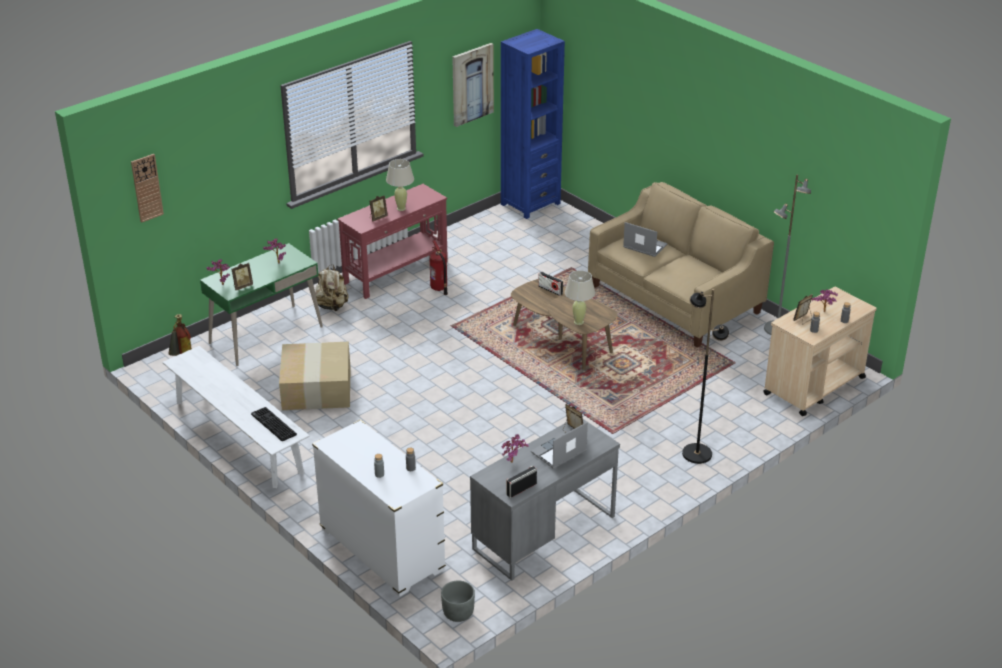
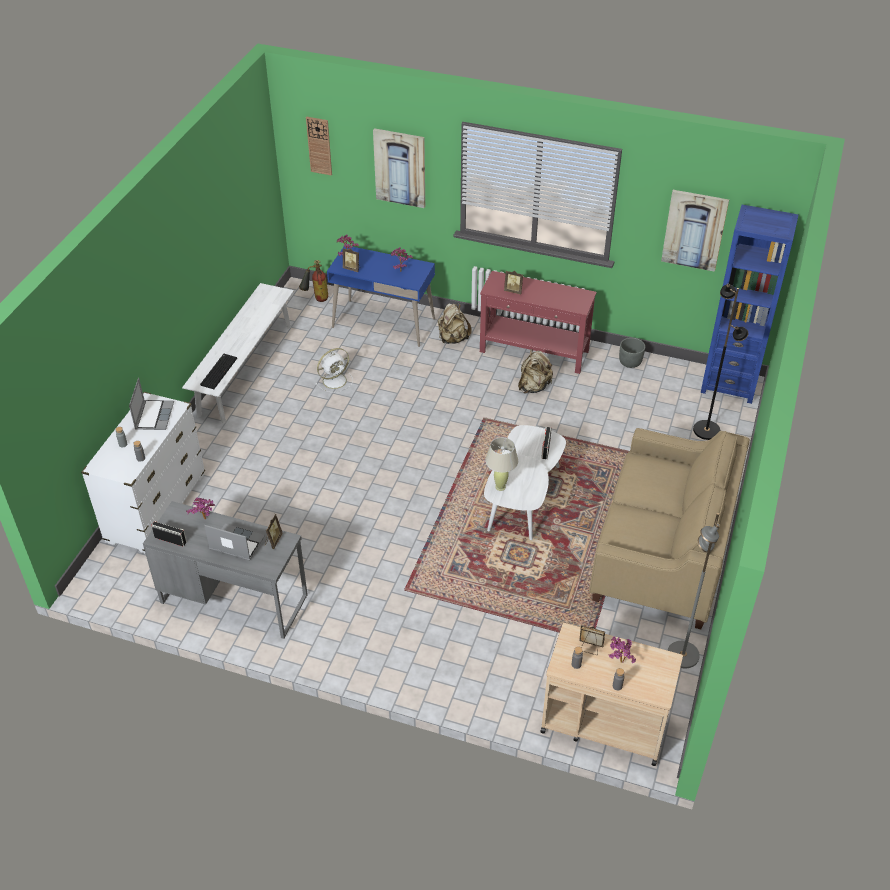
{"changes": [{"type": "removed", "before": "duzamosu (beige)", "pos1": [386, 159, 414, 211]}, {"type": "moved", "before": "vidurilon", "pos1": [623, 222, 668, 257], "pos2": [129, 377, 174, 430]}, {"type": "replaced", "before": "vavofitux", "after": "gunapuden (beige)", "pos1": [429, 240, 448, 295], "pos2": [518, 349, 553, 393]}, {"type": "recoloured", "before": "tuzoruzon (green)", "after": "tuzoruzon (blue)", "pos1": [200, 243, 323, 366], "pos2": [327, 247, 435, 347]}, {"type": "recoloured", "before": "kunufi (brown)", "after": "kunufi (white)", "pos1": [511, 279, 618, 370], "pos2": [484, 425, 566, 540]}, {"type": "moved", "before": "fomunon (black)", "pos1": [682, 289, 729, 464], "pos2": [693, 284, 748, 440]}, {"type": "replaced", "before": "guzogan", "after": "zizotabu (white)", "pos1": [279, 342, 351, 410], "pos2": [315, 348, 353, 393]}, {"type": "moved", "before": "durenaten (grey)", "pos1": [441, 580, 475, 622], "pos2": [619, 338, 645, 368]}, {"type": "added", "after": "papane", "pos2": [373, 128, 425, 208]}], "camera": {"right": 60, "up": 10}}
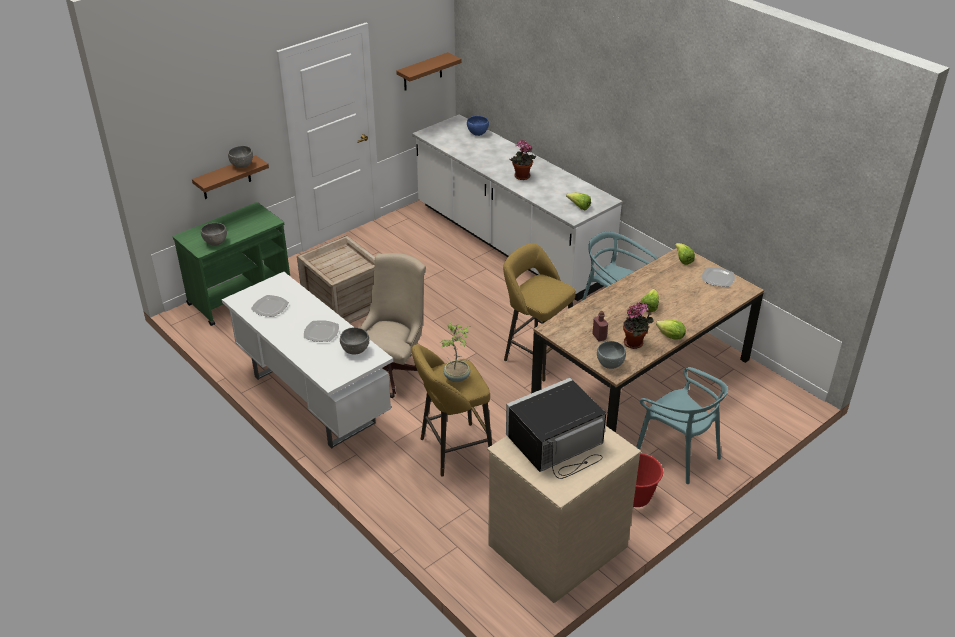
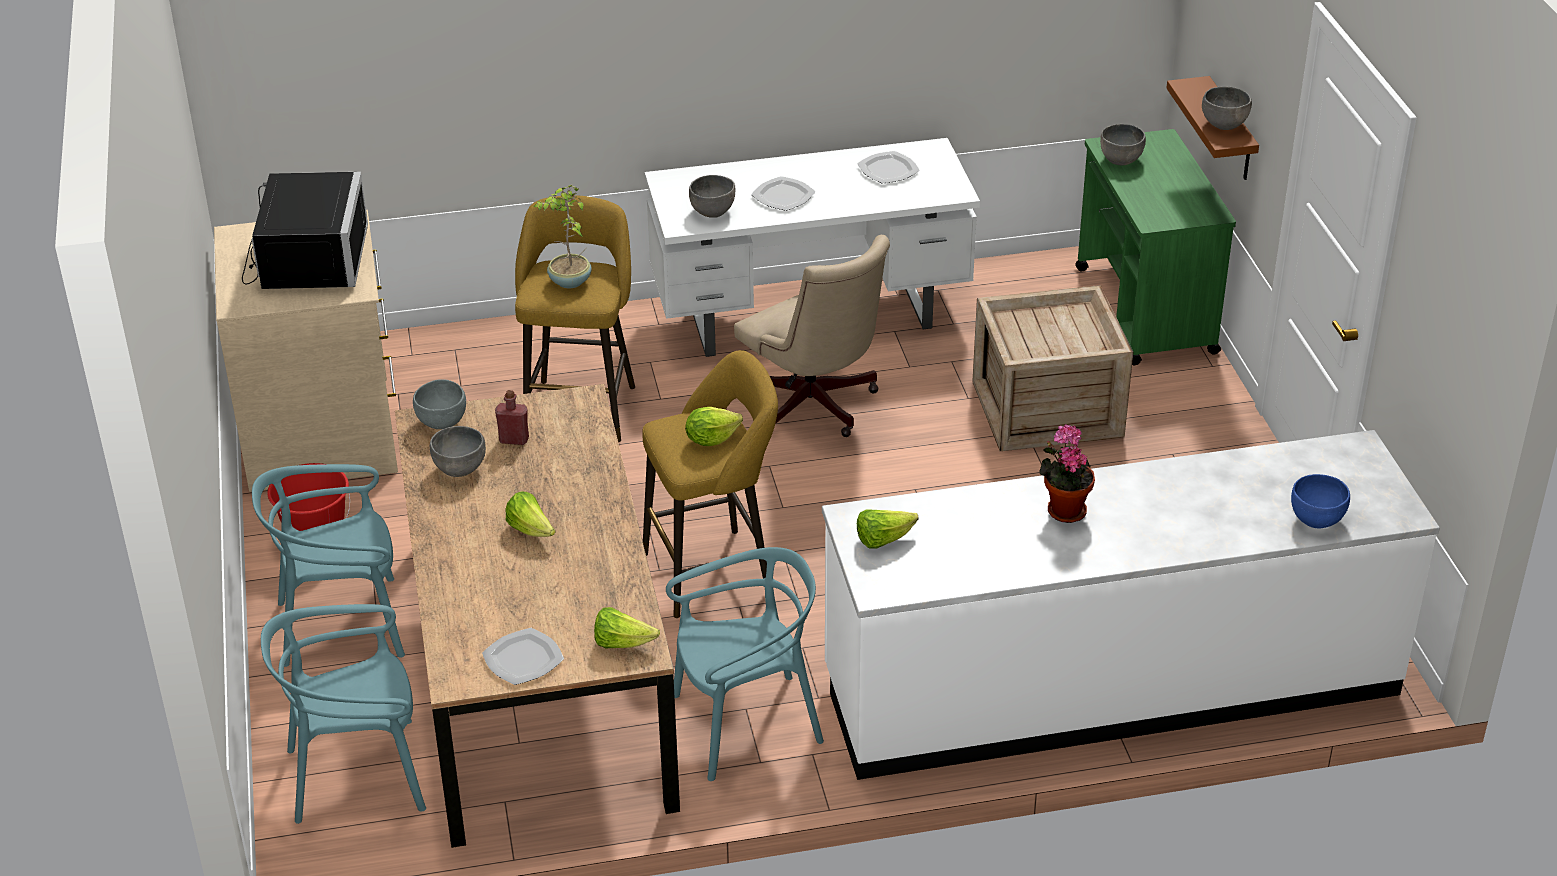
{"changes": [{"type": "removed", "before": "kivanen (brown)", "pos1": [396, 52, 461, 90]}, {"type": "replaced", "before": "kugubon", "after": "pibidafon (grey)", "pos1": [623, 302, 654, 349], "pos2": [430, 426, 486, 477]}, {"type": "moved", "before": "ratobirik", "pos1": [656, 320, 686, 340], "pos2": [685, 407, 743, 446]}, {"type": "added", "after": "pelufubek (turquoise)", "pos2": [261, 604, 426, 824]}], "camera": {"right": 120, "up": 0}}
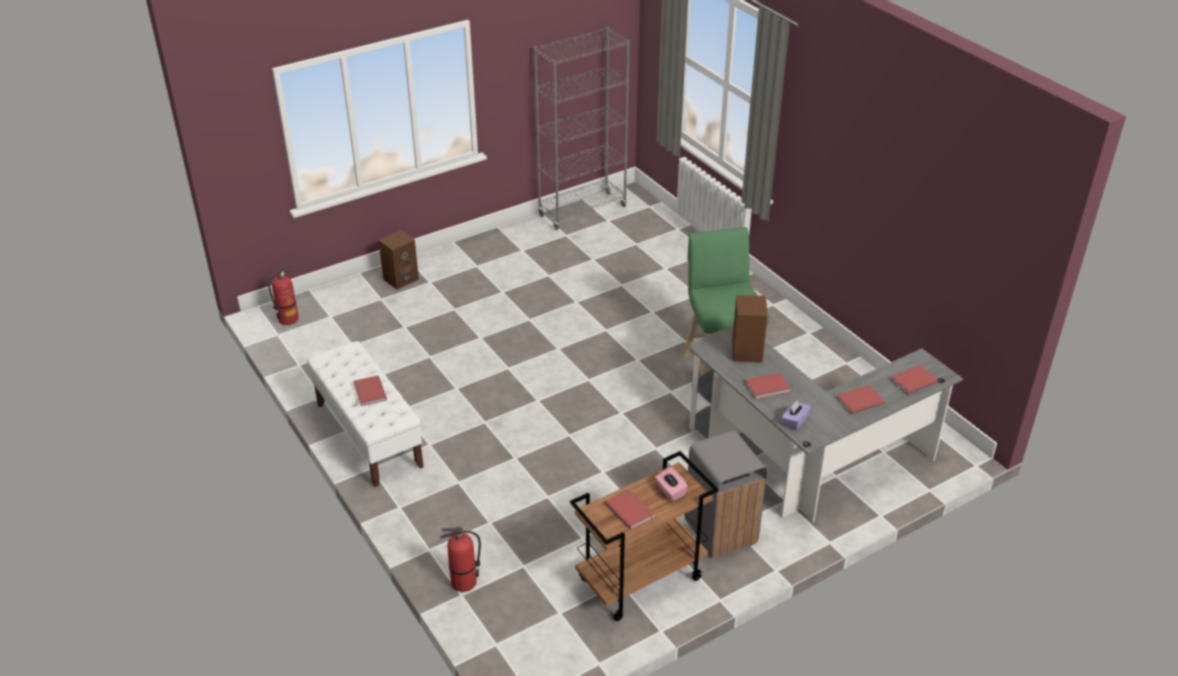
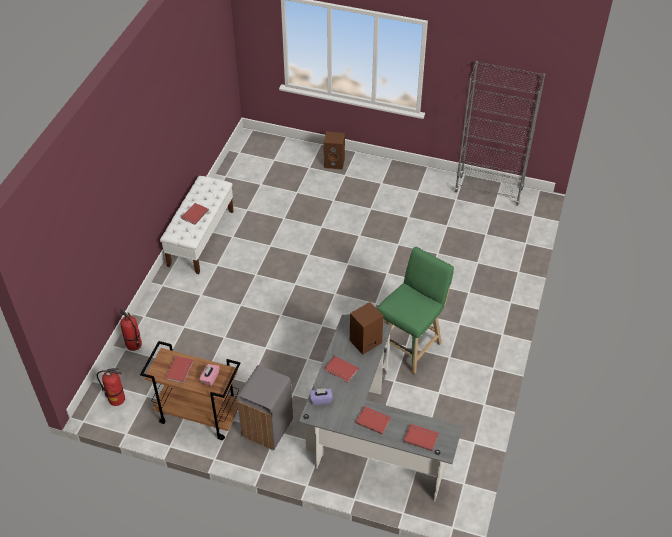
{"changes": [{"type": "moved", "before": "vavofitux", "pos1": [269, 263, 299, 325], "pos2": [97, 368, 125, 406]}], "camera": {"right": 50, "up": 10}}
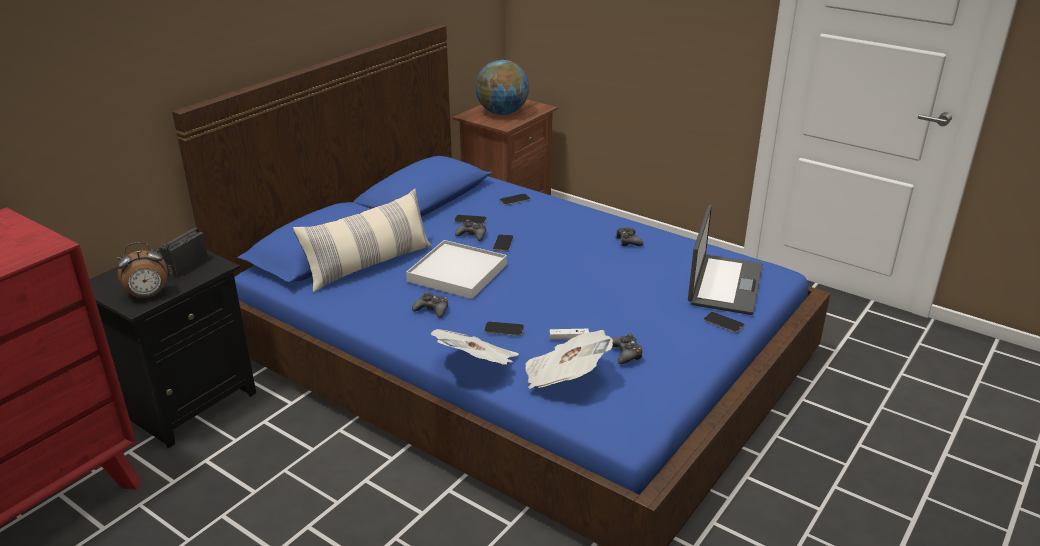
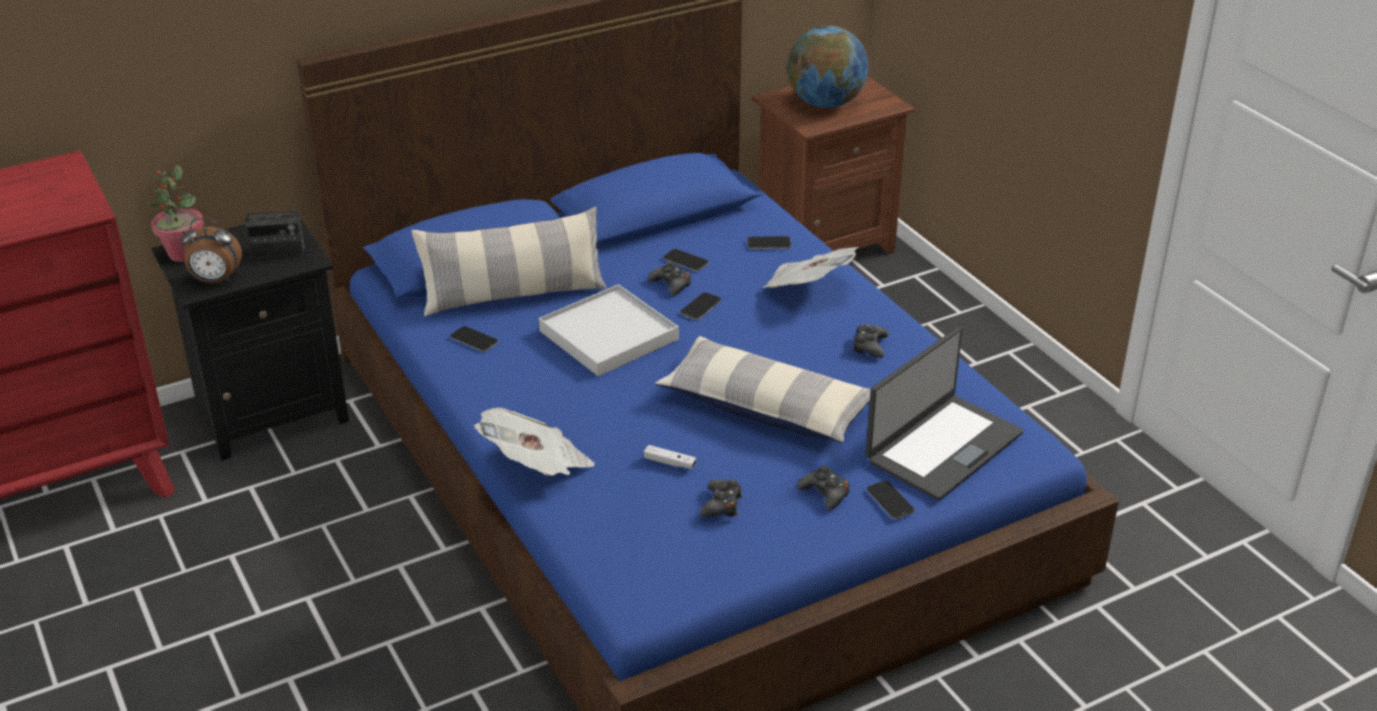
{"changes": [{"type": "turned", "before": "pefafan", "pos1": [156, 218, 208, 277], "pos2": [245, 185, 305, 258], "turn": -150}, {"type": "moved", "before": "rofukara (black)", "pos1": [412, 292, 448, 318], "pos2": [797, 465, 850, 510]}, {"type": "moved", "before": "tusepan", "pos1": [484, 322, 524, 336], "pos2": [450, 326, 498, 352]}, {"type": "moved", "before": "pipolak", "pos1": [525, 330, 613, 389], "pos2": [763, 247, 858, 288]}, {"type": "added", "after": "kugubon", "pos2": [147, 165, 203, 262]}, {"type": "added", "after": "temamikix", "pos2": [655, 336, 871, 443]}], "camera": {"right": 25, "up": 5}}
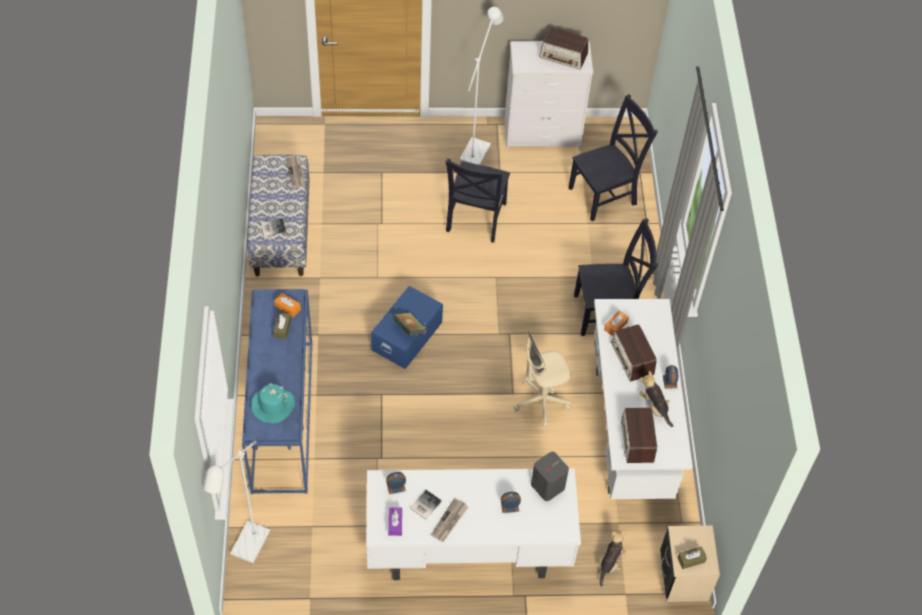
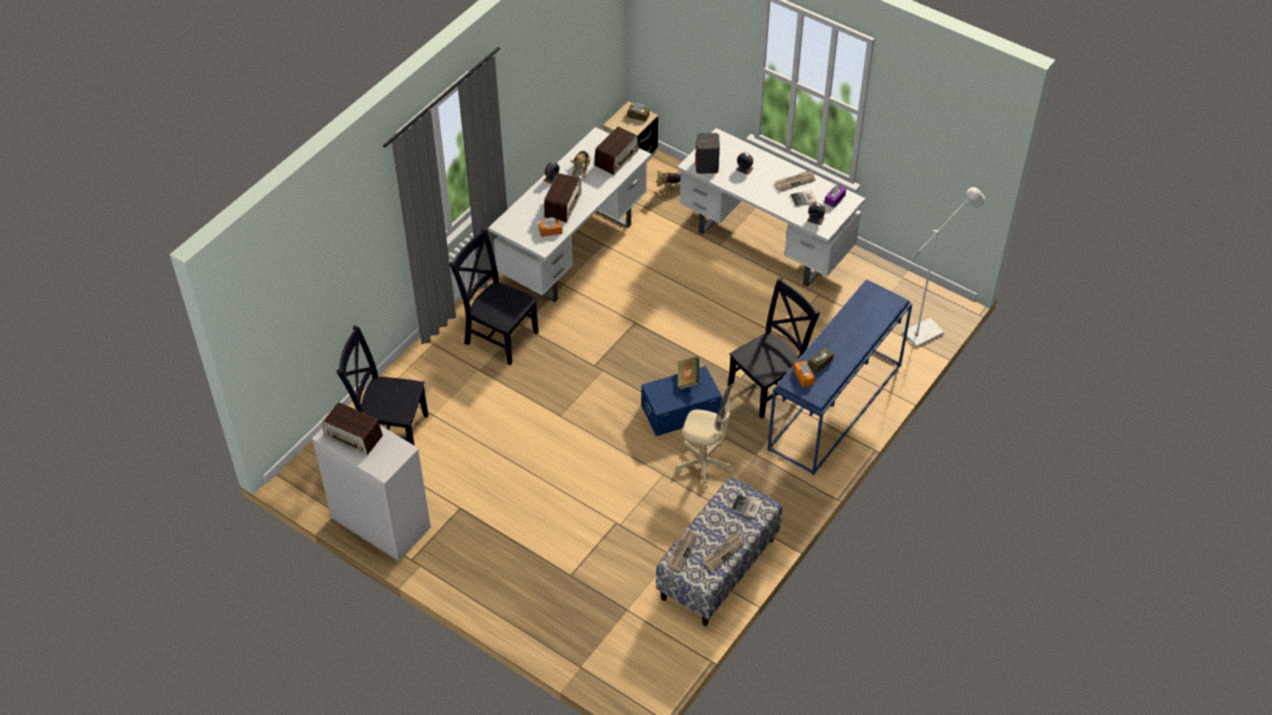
{"changes": [{"type": "removed", "before": "fomunon (white)", "pos1": [460, 7, 504, 165]}, {"type": "turned", "before": "pefafan", "pos1": [539, 27, 588, 69], "pos2": [323, 402, 383, 455], "turn": 150}, {"type": "moved", "before": "pelufubek (black)", "pos1": [446, 159, 510, 243], "pos2": [728, 277, 820, 419]}, {"type": "moved", "before": "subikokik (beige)", "pos1": [514, 331, 571, 427], "pos2": [676, 384, 735, 489]}, {"type": "removed", "before": "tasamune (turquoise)", "pos1": [251, 383, 295, 423]}, {"type": "added", "after": "pipolak", "pos2": [703, 533, 745, 572]}], "camera": {"right": -140, "up": -5}}
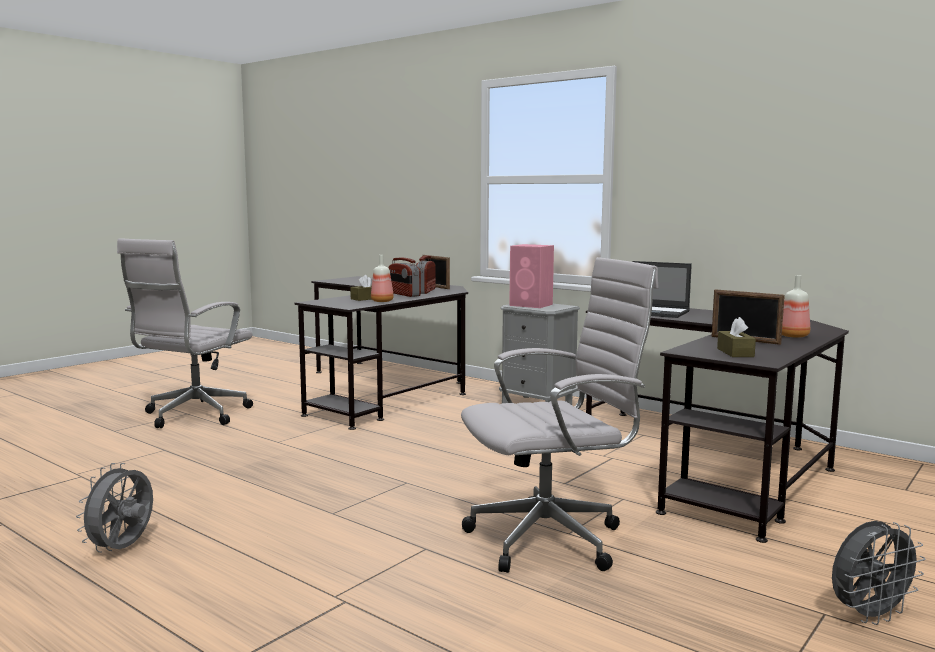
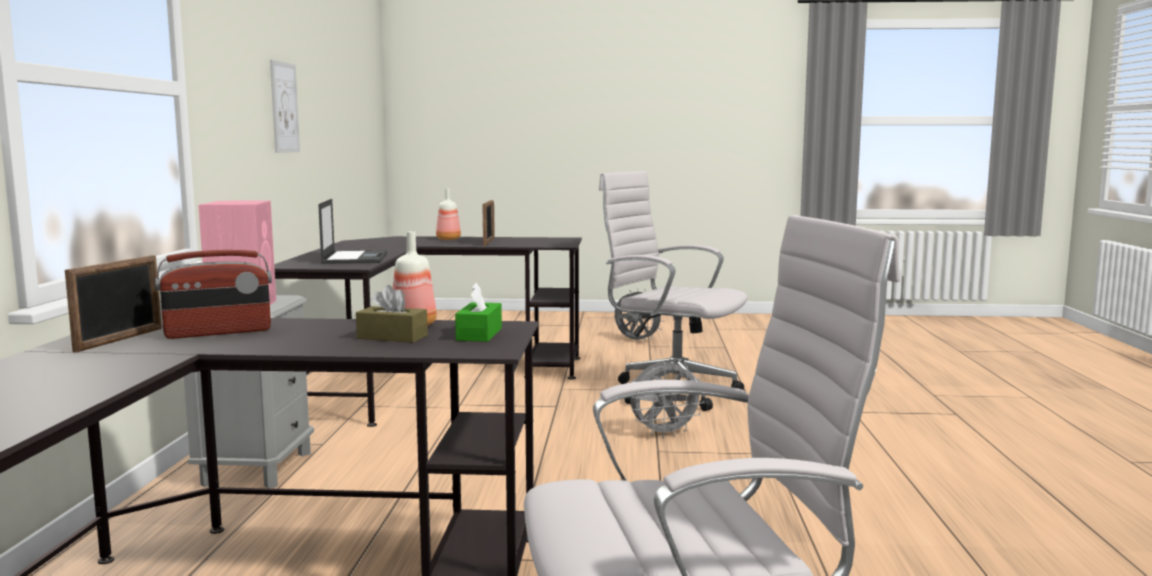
{"changes": [{"type": "removed", "before": "pefafan", "pos1": [388, 257, 421, 297]}, {"type": "removed", "before": "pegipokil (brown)", "pos1": [717, 317, 756, 357]}, {"type": "moved", "before": "zizotabu (grey)", "pos1": [76, 463, 153, 553], "pos2": [630, 361, 705, 438]}, {"type": "added", "after": "papane", "pos2": [270, 60, 300, 153]}, {"type": "added", "after": "pegipokil (green)", "pos2": [455, 283, 502, 342]}], "camera": {"right": -125, "up": 0}}
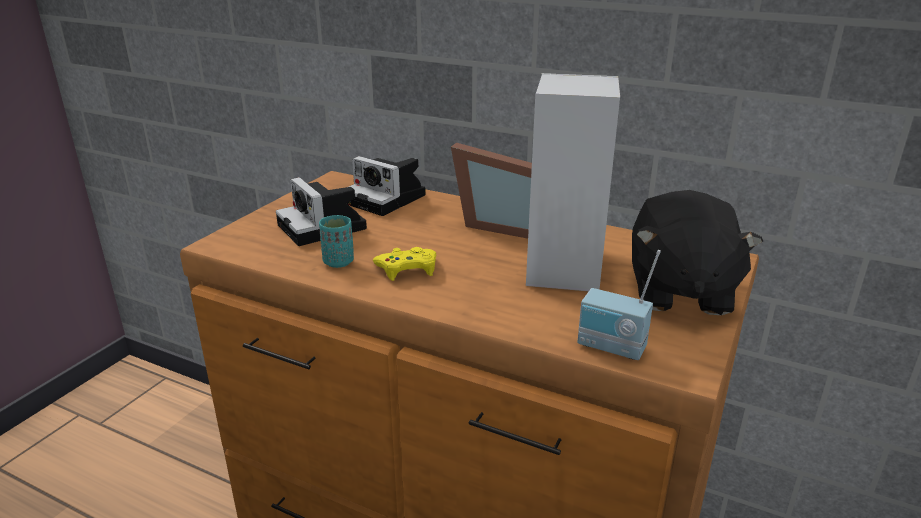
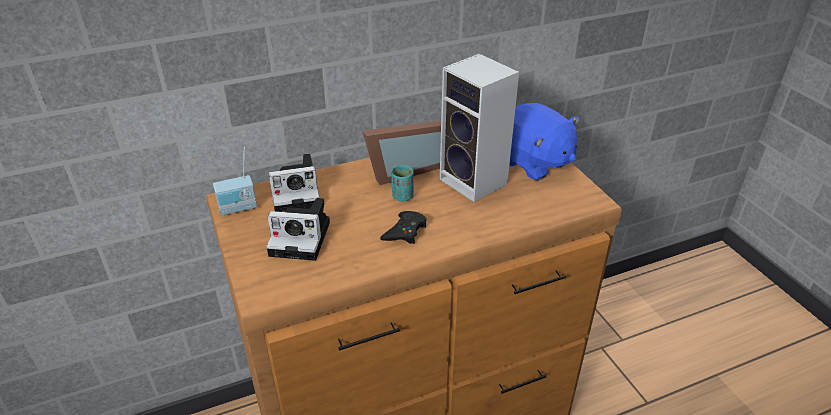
{"changes": [{"type": "recoloured", "before": "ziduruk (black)", "after": "ziduruk (blue)", "pos1": [632, 190, 763, 315], "pos2": [509, 103, 580, 181]}, {"type": "moved", "before": "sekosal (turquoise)", "pos1": [319, 215, 354, 268], "pos2": [391, 165, 414, 202]}, {"type": "recoloured", "before": "rofukara (yellow)", "after": "rofukara (black)", "pos1": [373, 247, 436, 281], "pos2": [380, 211, 427, 244]}, {"type": "moved", "before": "pefafan", "pos1": [578, 250, 661, 360], "pos2": [213, 147, 257, 216]}], "camera": {"right": -50, "up": 10}}
